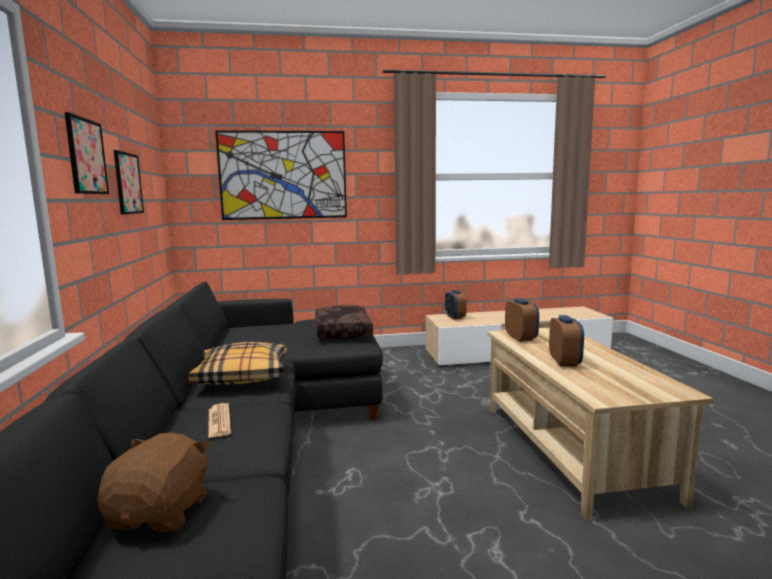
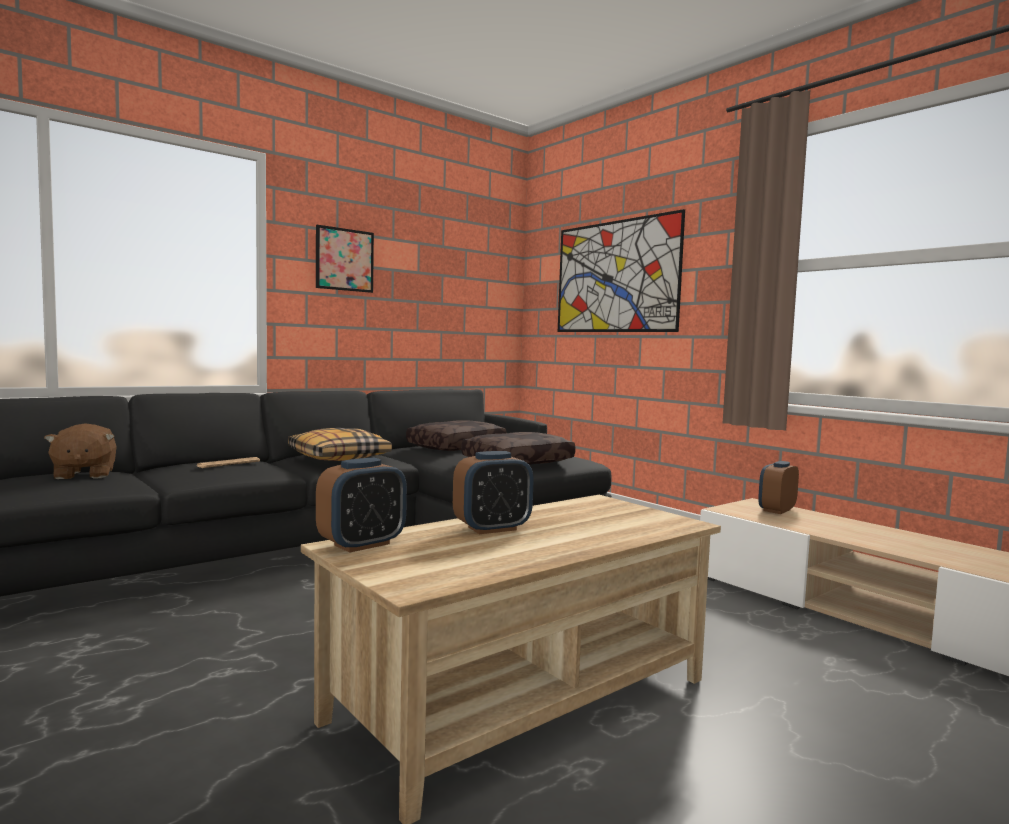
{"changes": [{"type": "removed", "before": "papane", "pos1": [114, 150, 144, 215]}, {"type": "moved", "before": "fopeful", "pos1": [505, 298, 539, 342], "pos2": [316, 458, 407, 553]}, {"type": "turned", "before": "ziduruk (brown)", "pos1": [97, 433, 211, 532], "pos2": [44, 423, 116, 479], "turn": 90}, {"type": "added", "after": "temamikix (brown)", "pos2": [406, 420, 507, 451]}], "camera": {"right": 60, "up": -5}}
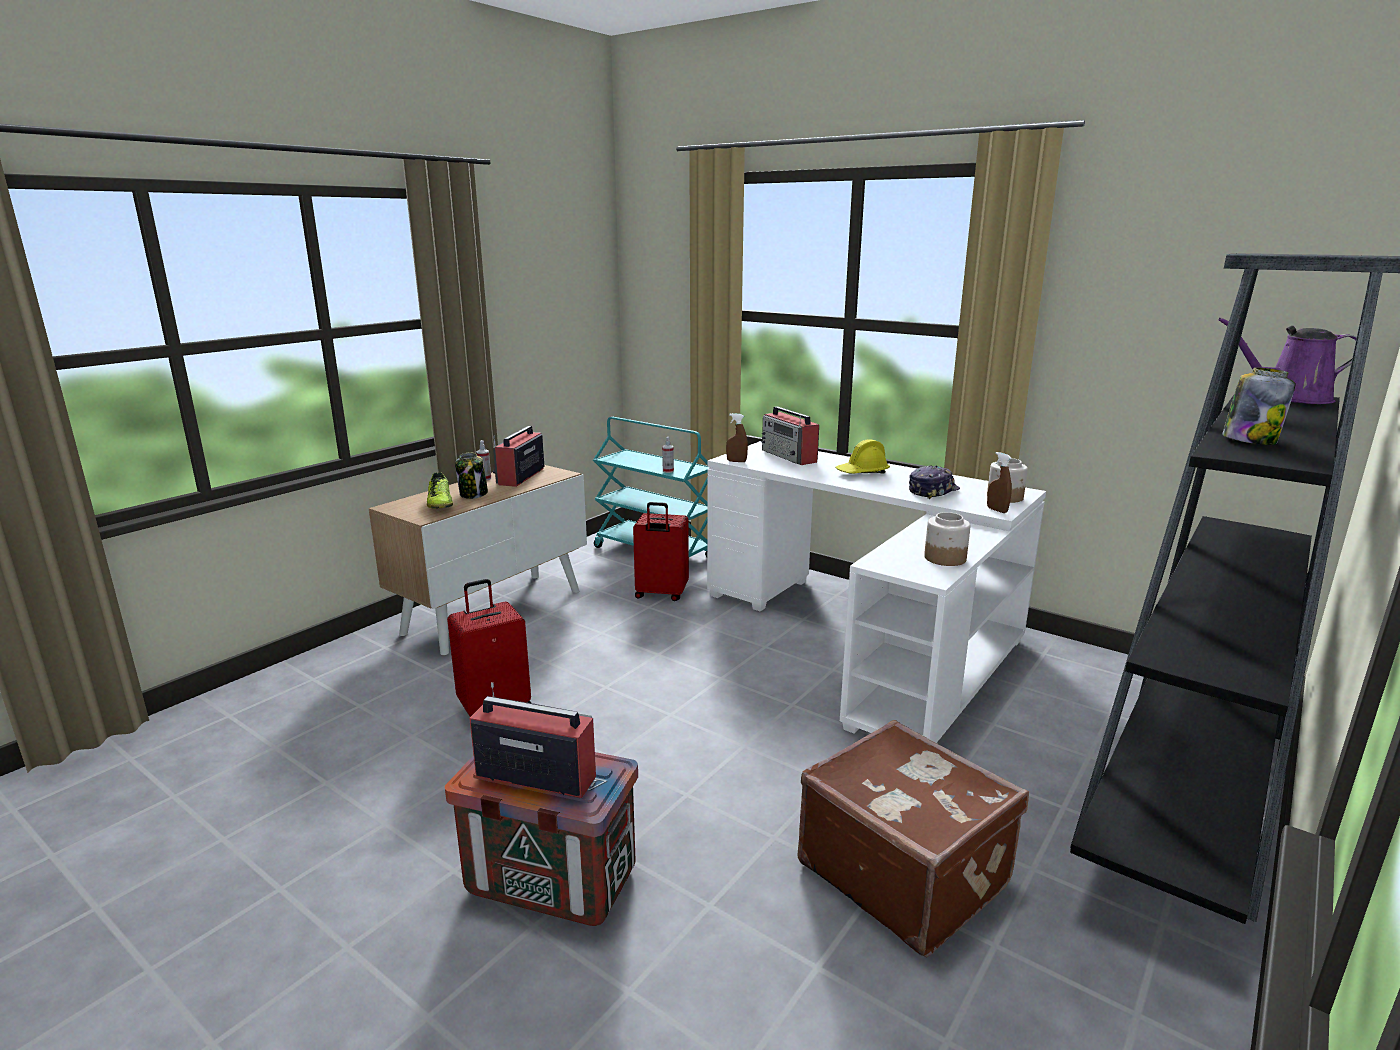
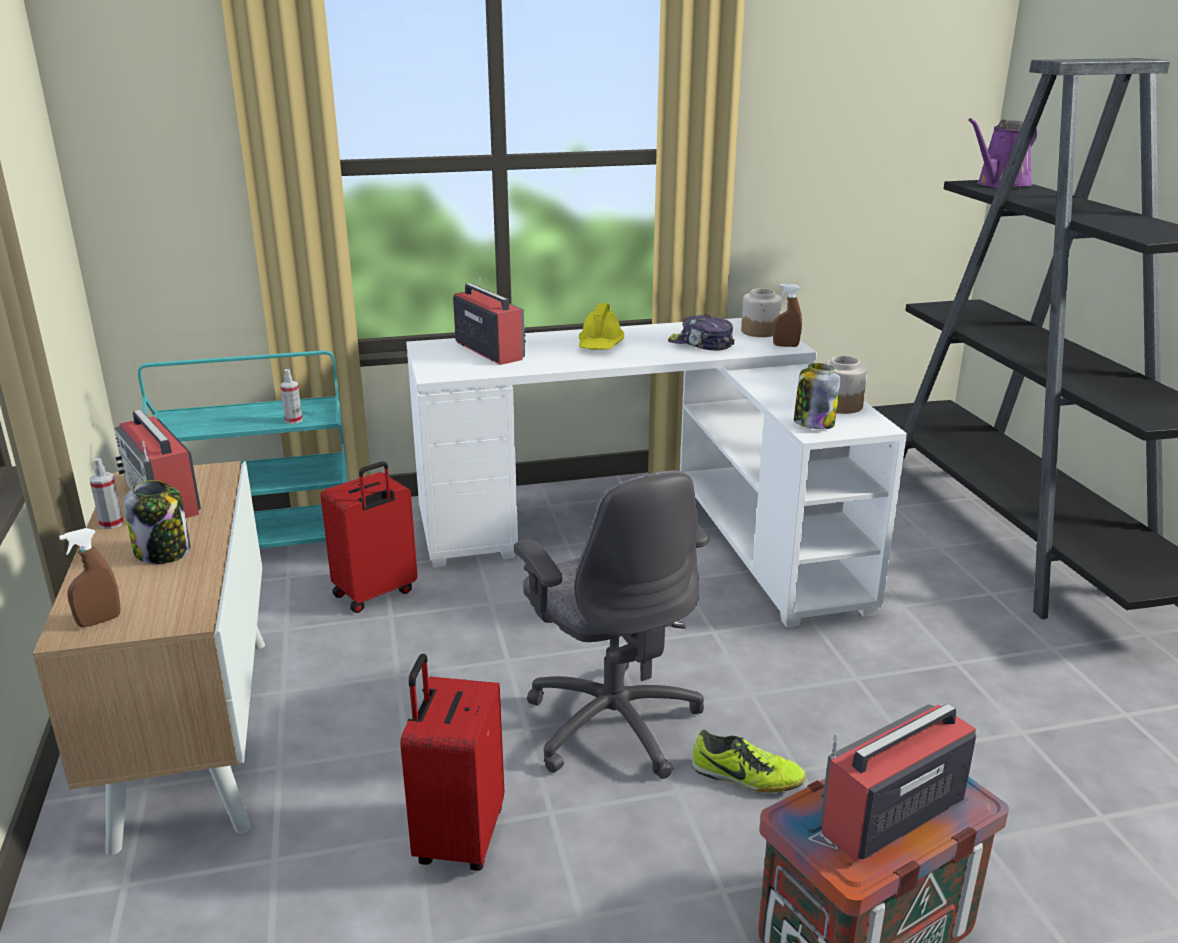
{"changes": [{"type": "moved", "before": "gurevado", "pos1": [1222, 367, 1296, 445], "pos2": [794, 363, 840, 429]}, {"type": "turned", "before": "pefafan", "pos1": [762, 406, 819, 465], "pos2": [453, 277, 526, 365], "turn": -135}, {"type": "moved", "before": "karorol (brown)", "pos1": [726, 413, 748, 462], "pos2": [59, 528, 120, 627]}, {"type": "turned", "before": "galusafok", "pos1": [909, 466, 960, 499], "pos2": [668, 314, 735, 351], "turn": -60}, {"type": "moved", "before": "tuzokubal", "pos1": [427, 473, 453, 509], "pos2": [692, 729, 806, 793]}, {"type": "removed", "before": "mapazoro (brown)", "pos1": [797, 720, 1029, 957]}, {"type": "added", "after": "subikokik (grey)", "pos2": [514, 470, 709, 779]}], "camera": {"right": -50, "up": 5}}
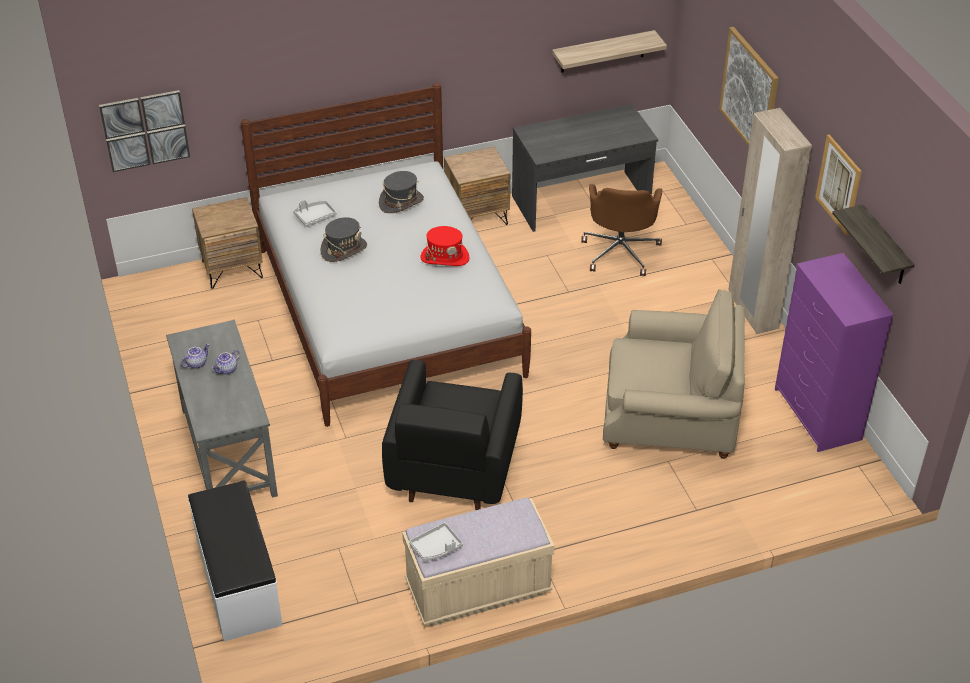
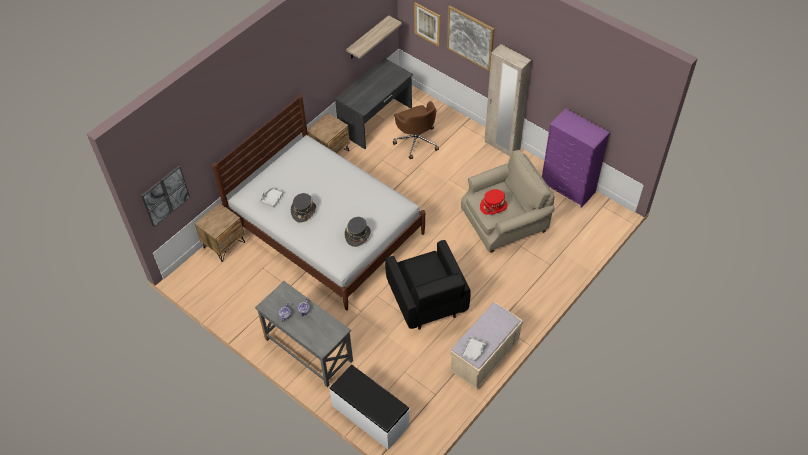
{"changes": [{"type": "moved", "before": "papane", "pos1": [815, 134, 862, 235], "pos2": [414, 3, 440, 46]}, {"type": "moved", "before": "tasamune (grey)", "pos1": [379, 171, 424, 213], "pos2": [345, 217, 371, 247]}, {"type": "removed", "before": "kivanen", "pos1": [832, 204, 914, 284]}, {"type": "moved", "before": "tasamune (red)", "pos1": [420, 226, 469, 266], "pos2": [480, 189, 508, 215]}], "camera": {"right": -30, "up": 10}}
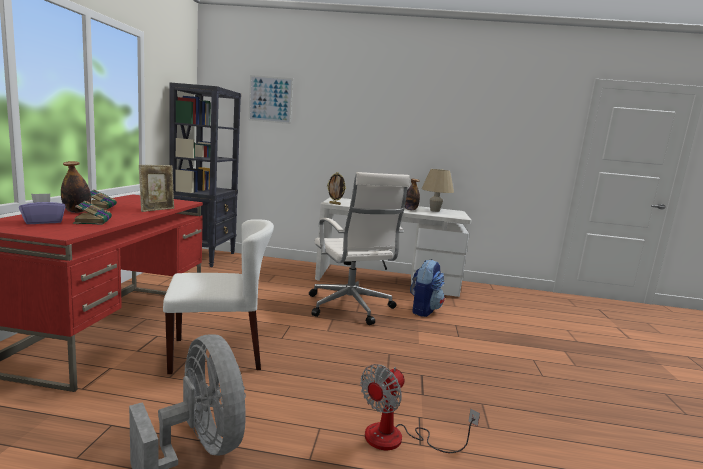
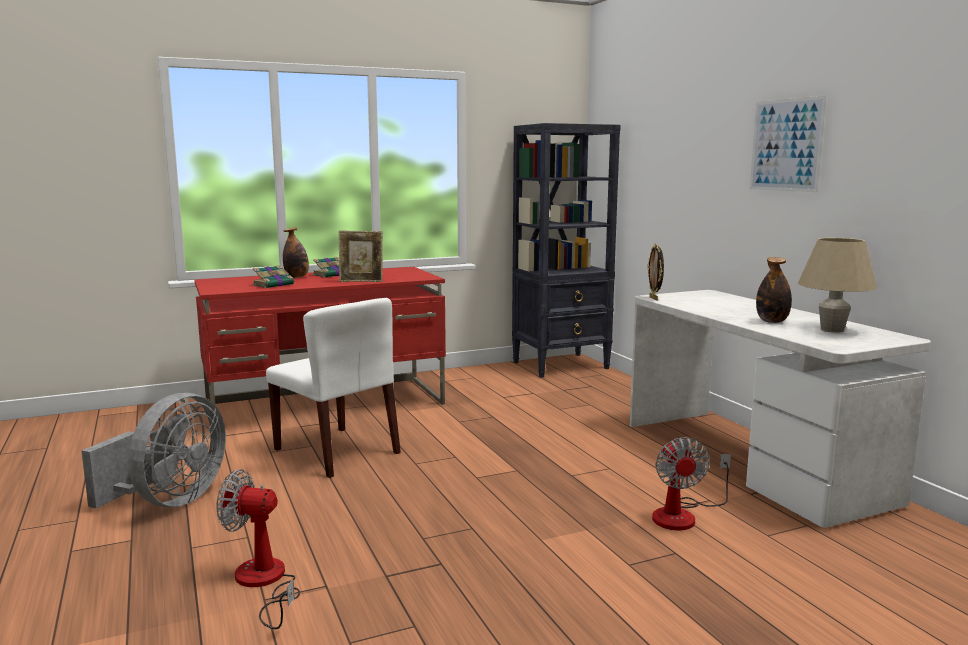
{"changes": [{"type": "moved", "before": "papane", "pos1": [248, 75, 293, 124], "pos2": [750, 96, 827, 192]}, {"type": "removed", "before": "subikokik (white)", "pos1": [309, 172, 410, 325]}, {"type": "removed", "before": "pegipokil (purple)", "pos1": [19, 193, 65, 224]}, {"type": "replaced", "before": "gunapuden", "after": "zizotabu", "pos1": [410, 259, 445, 317], "pos2": [652, 437, 731, 530]}], "camera": {"right": 60, "up": 0}}
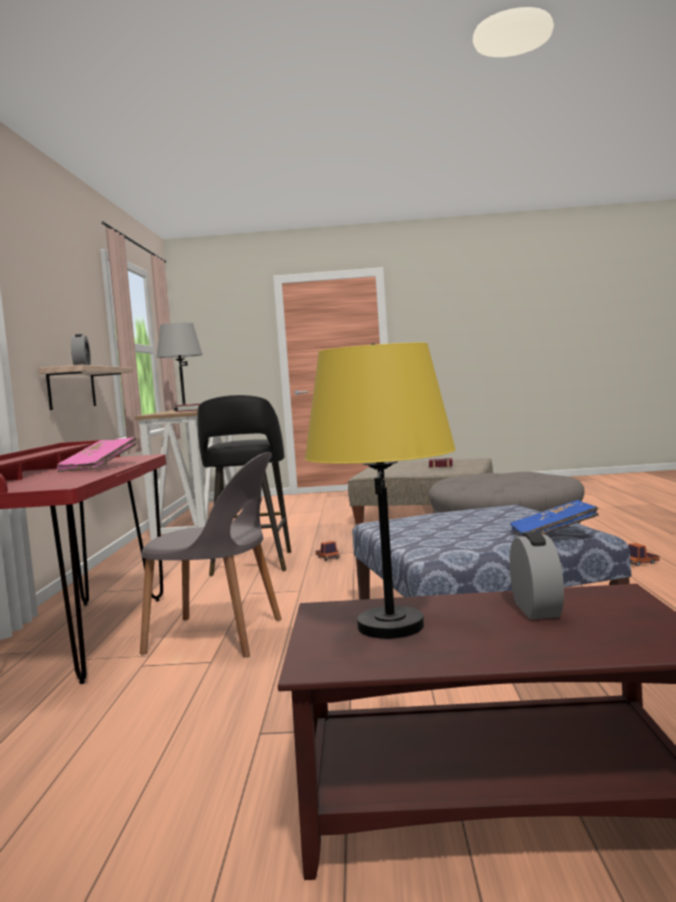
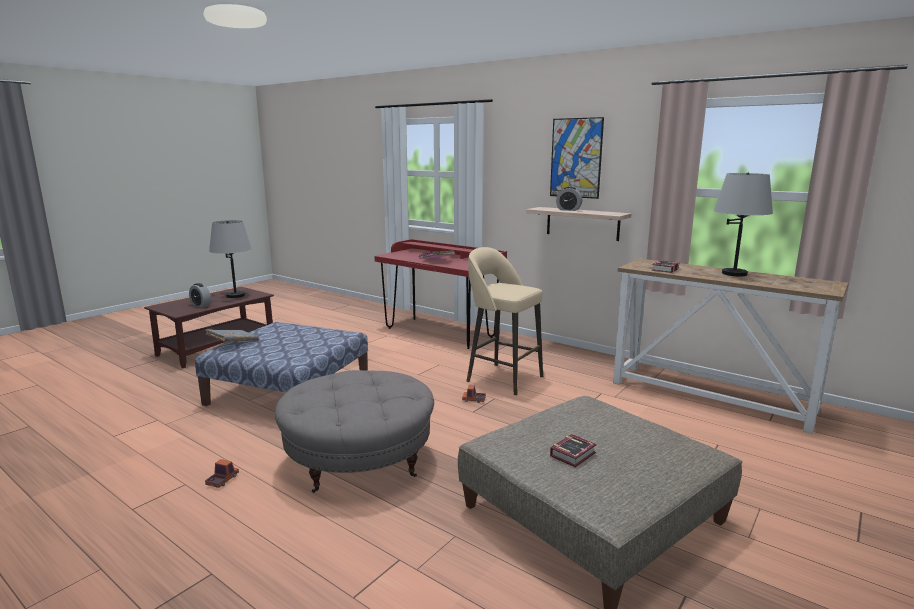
{"changes": [{"type": "recoloured", "before": "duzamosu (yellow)", "after": "duzamosu (grey)", "pos1": [305, 343, 456, 639], "pos2": [209, 220, 252, 298]}, {"type": "recoloured", "before": "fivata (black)", "after": "fivata (beige)", "pos1": [197, 395, 291, 576], "pos2": [466, 247, 543, 396]}, {"type": "removed", "before": "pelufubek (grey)", "pos1": [140, 452, 281, 657]}, {"type": "recoloured", "before": "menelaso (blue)", "after": "menelaso (grey)", "pos1": [510, 500, 599, 536], "pos2": [205, 329, 259, 342]}, {"type": "added", "after": "papane", "pos2": [550, 117, 604, 199]}], "camera": {"right": 125, "up": 10}}
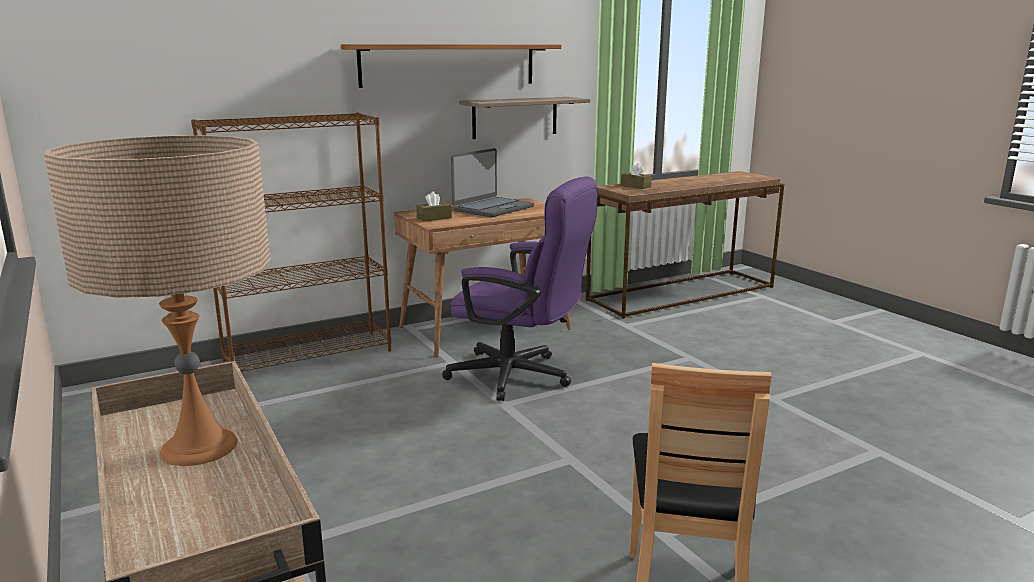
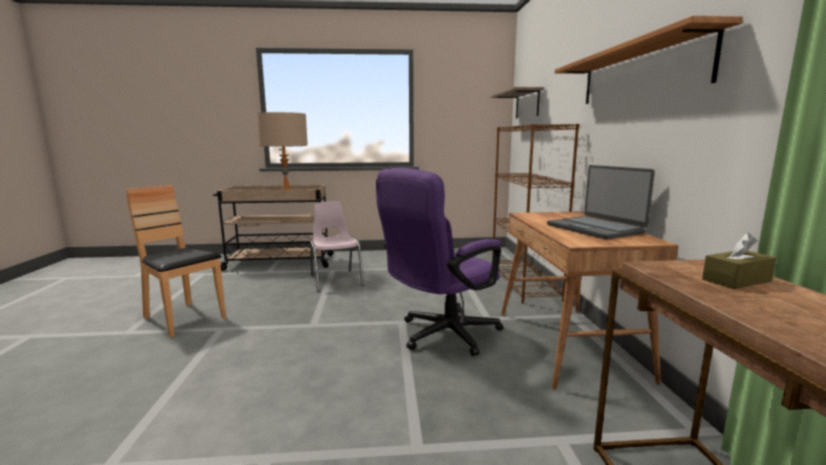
{"changes": [{"type": "moved", "before": "kivanen", "pos1": [459, 97, 590, 139], "pos2": [490, 87, 544, 119]}, {"type": "removed", "before": "pegipokil (brown)", "pos1": [416, 192, 452, 222]}, {"type": "added", "after": "pelufubek (pink)", "pos2": [310, 201, 364, 292]}], "camera": {"right": 115, "up": -5}}
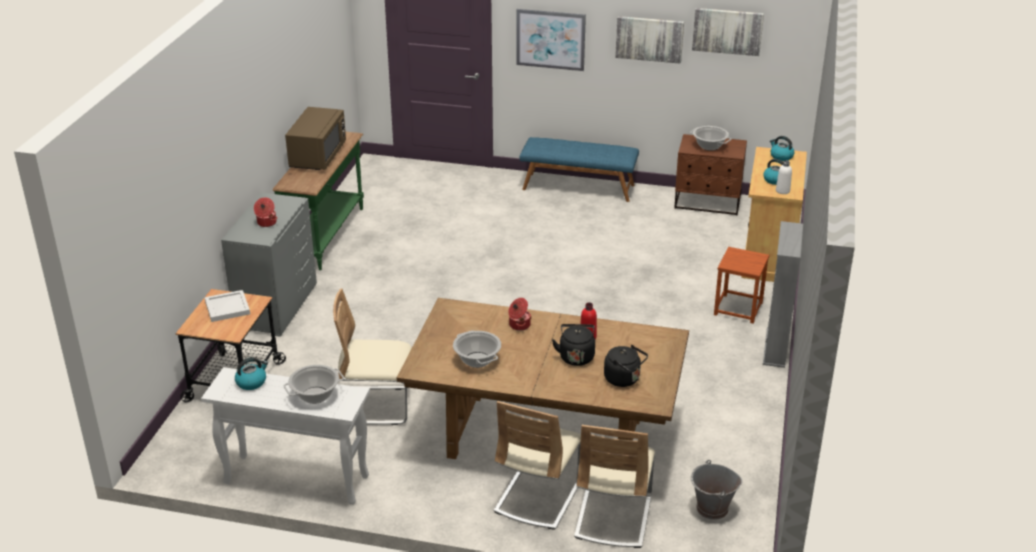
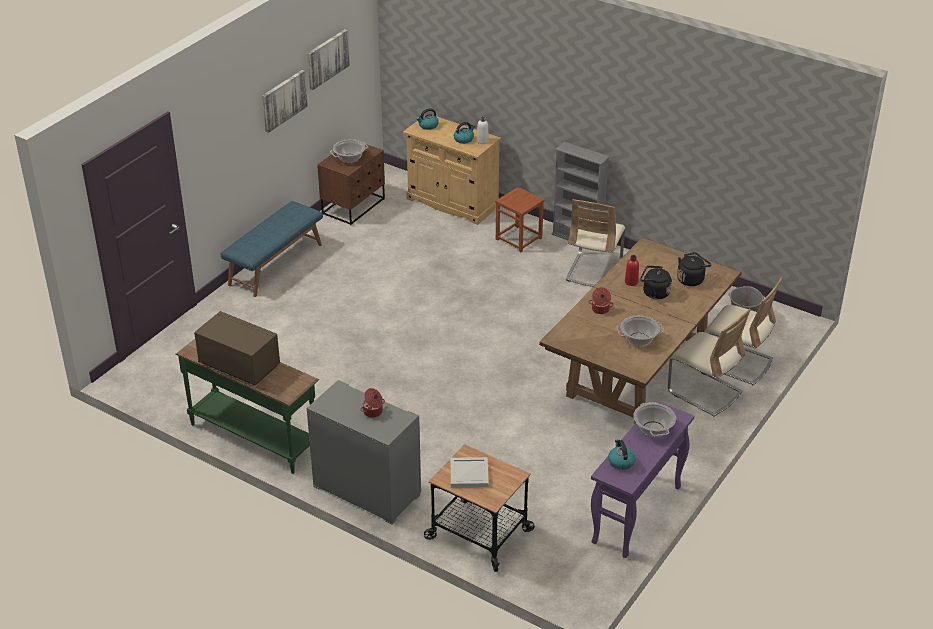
{"changes": [{"type": "removed", "before": "papane", "pos1": [516, 9, 586, 71]}, {"type": "moved", "before": "pelufubek (beige)", "pos1": [333, 289, 412, 425], "pos2": [566, 199, 625, 287]}, {"type": "recoloured", "before": "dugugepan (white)", "after": "dugugepan (purple)", "pos1": [201, 367, 370, 505], "pos2": [591, 400, 694, 558]}], "camera": {"right": -70, "up": 5}}
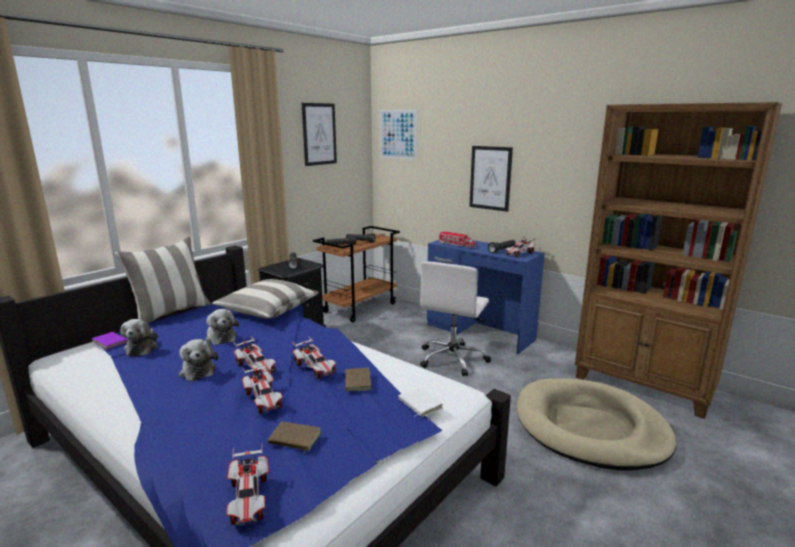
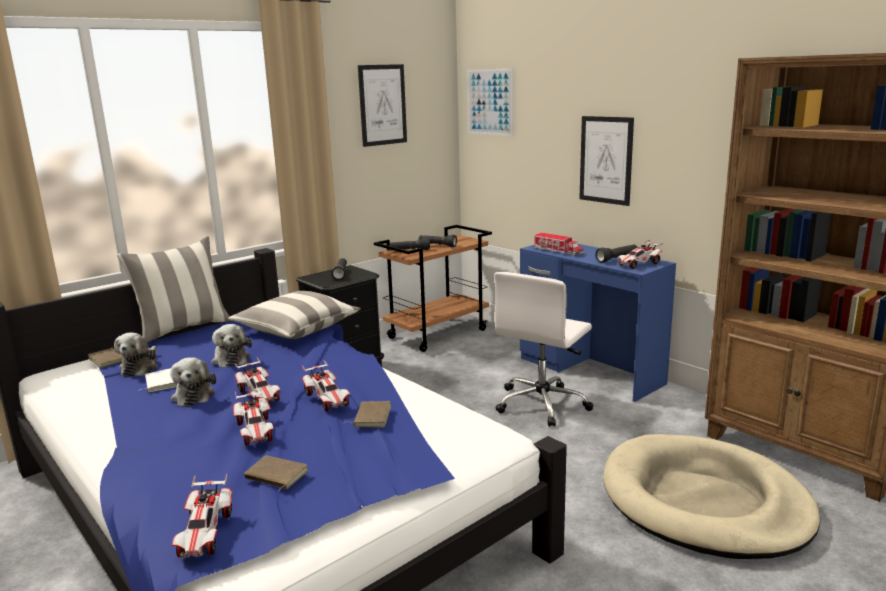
{"changes": [{"type": "recoloured", "before": "menelaso (purple)", "after": "menelaso (brown)", "pos1": [92, 330, 128, 350], "pos2": [88, 348, 123, 368]}, {"type": "moved", "before": "menelaso (white)", "pos1": [399, 387, 443, 417], "pos2": [138, 368, 177, 392]}], "camera": {"right": 10, "up": 0}}
